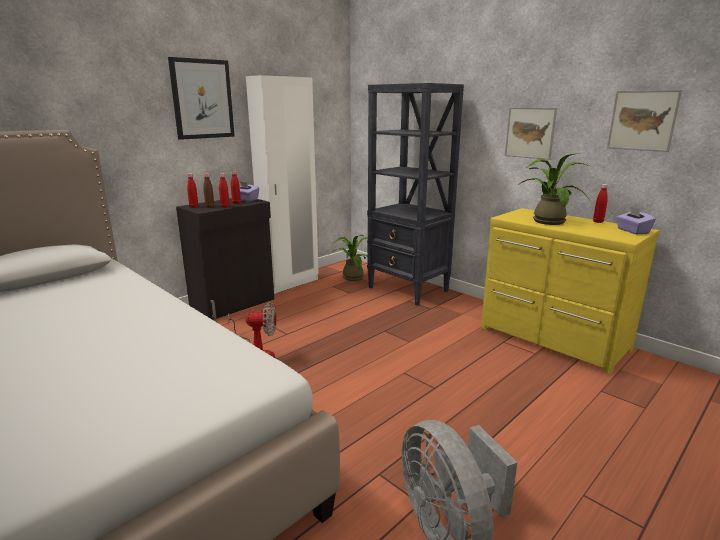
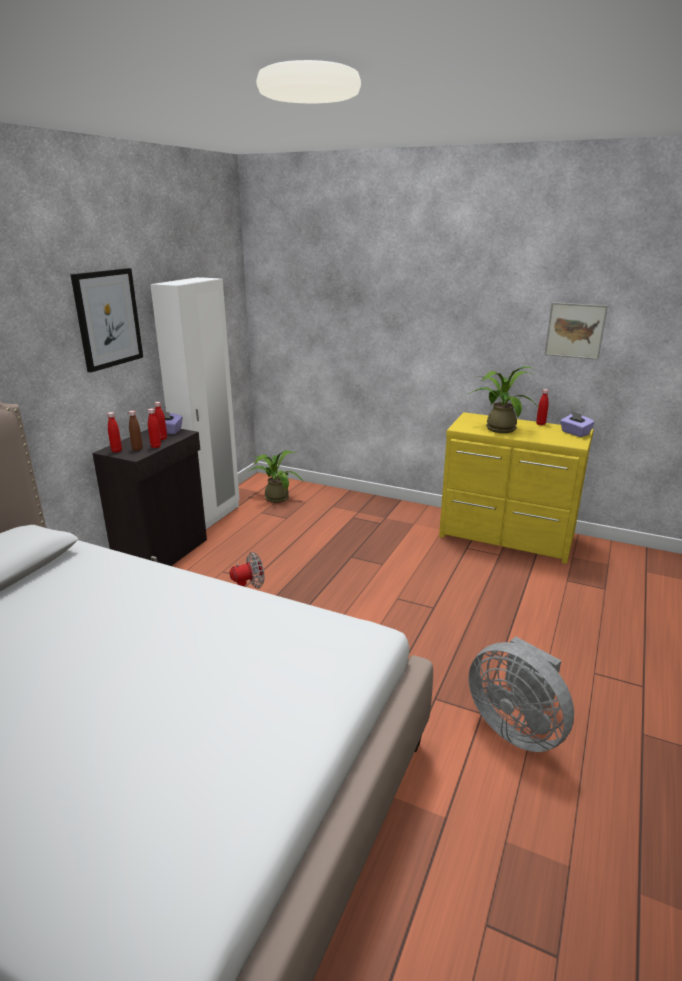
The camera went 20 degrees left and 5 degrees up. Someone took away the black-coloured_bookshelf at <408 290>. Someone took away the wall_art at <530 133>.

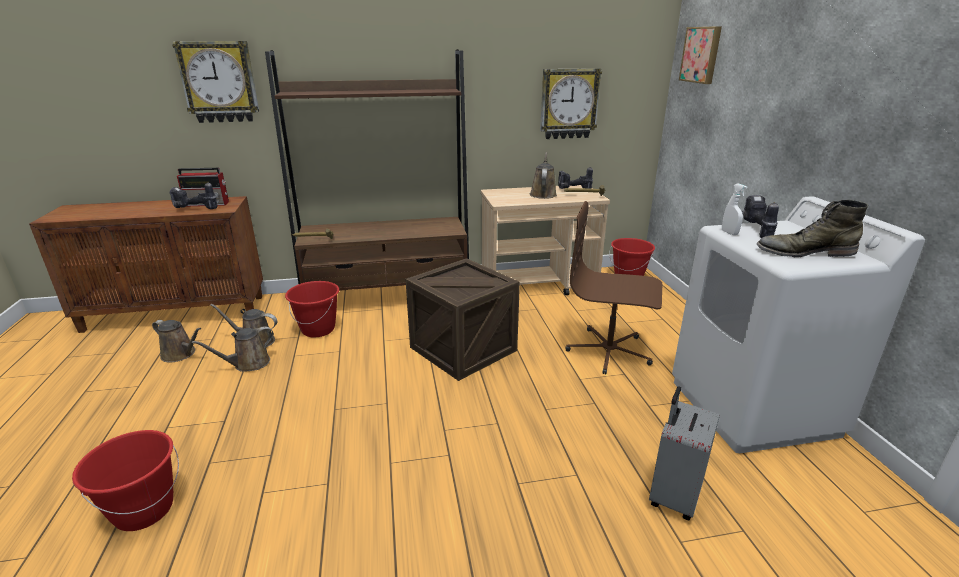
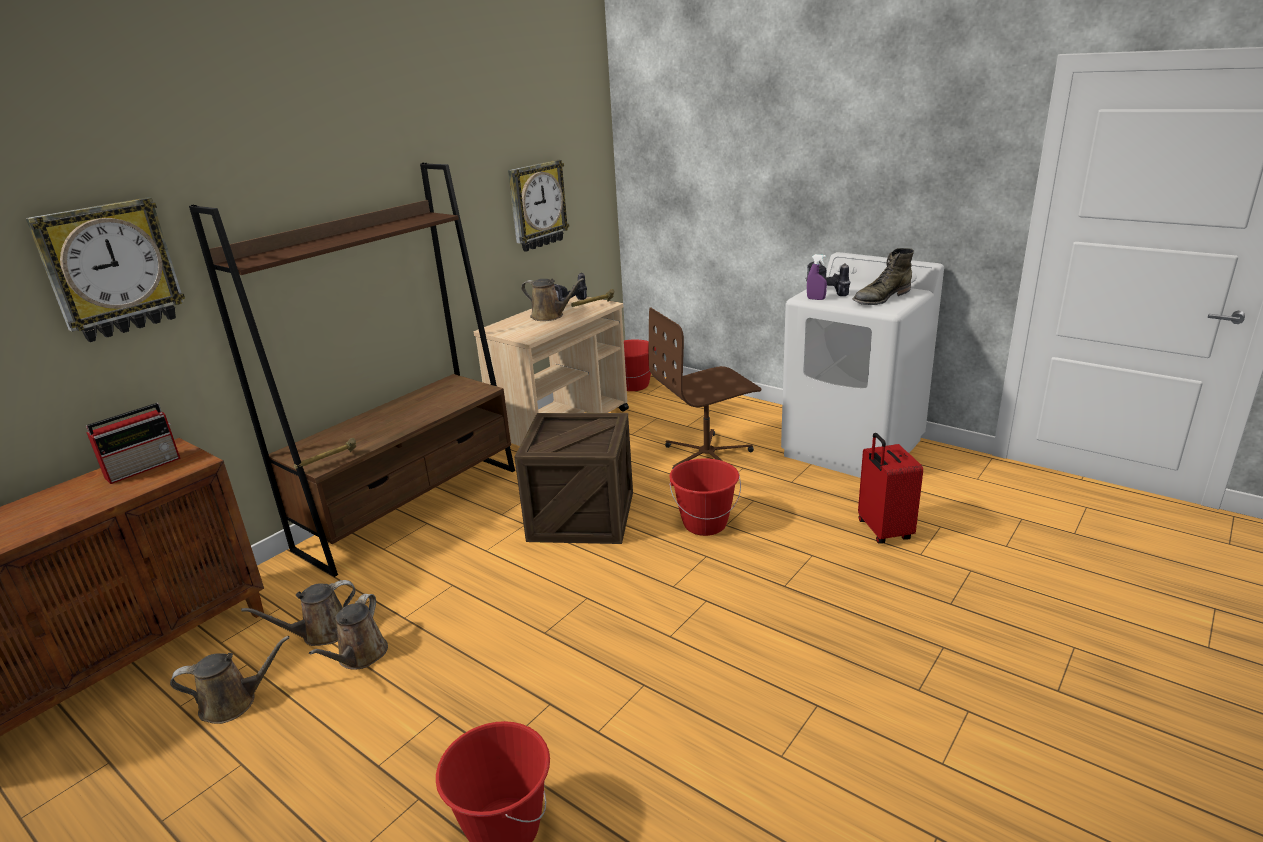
The camera went 40 degrees left and 0 degrees up. Someone rotated the brown_watering_can at <543 194> by 150 degrees clockwise. Someone carried the reddish_pail from <318 329> to <705 524>. Someone repainted the white_hand_sprayer at <729 233>, which became the purple_hand_sprayer at <816 299>. Someone repainted the grey_piece_of_luggage at <673 496>, which became the reddish_piece_of_luggage at <883 531>. Someone took away the electric_drill at <195 209>. Someone took away the wall_art at <701 55>.

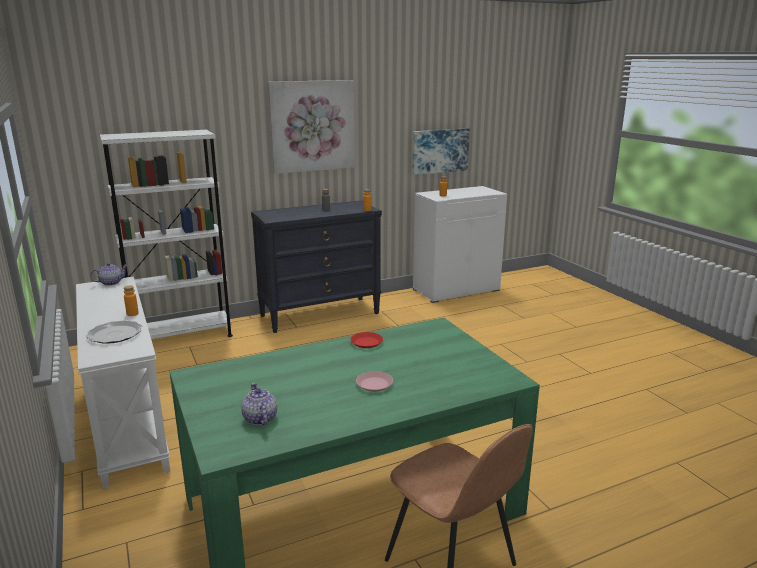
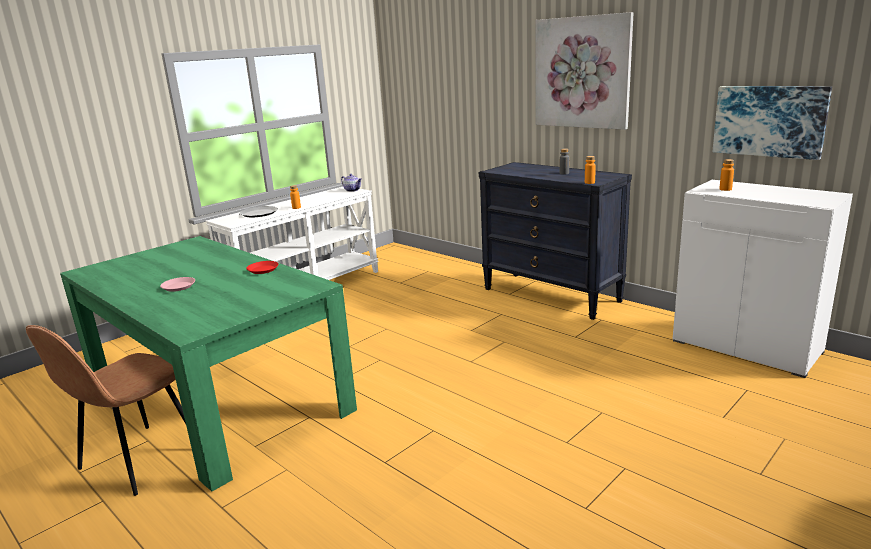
The camera went 70 degrees right and 0 degrees up. Someone took away the white_bookshelf at <182 337>. Someone took away the teapot at <259 419>.

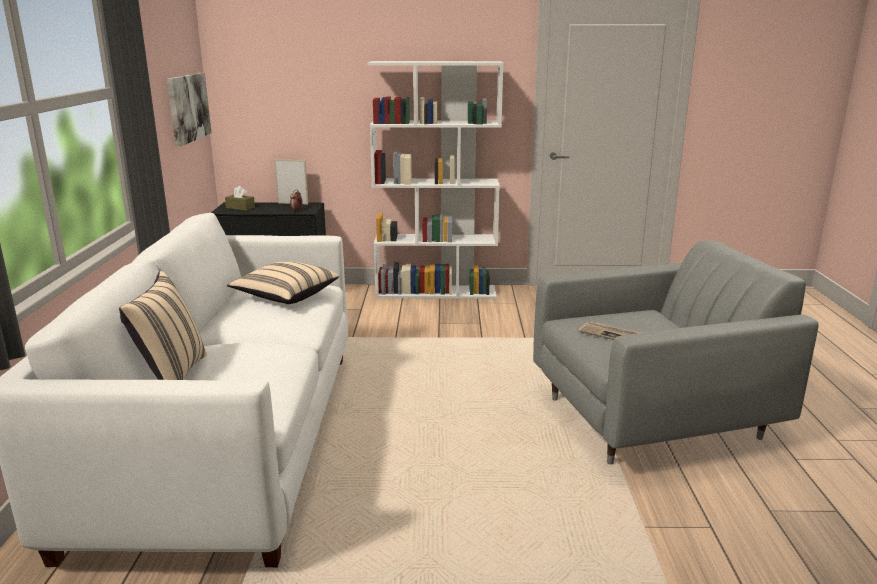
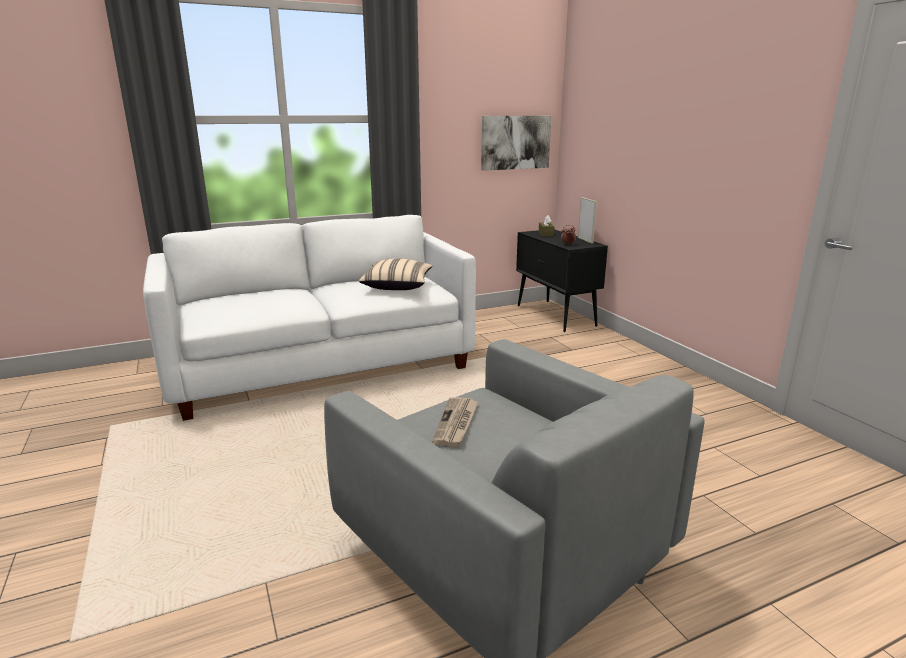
The camera went 65 degrees right and 0 degrees up. Someone took away the beige_pillow at <171 377>. Someone took away the white_bookshelf at <436 292>.

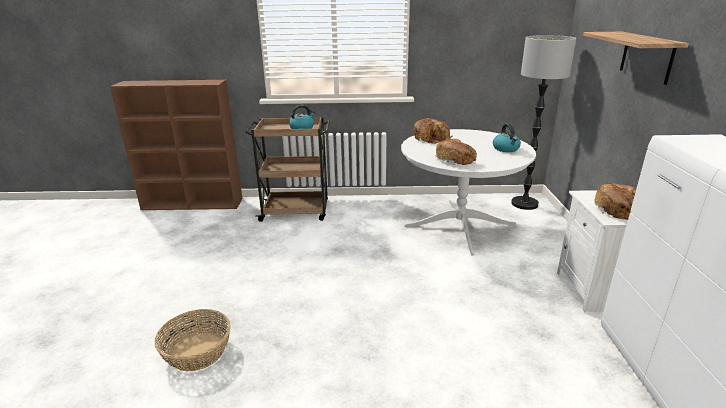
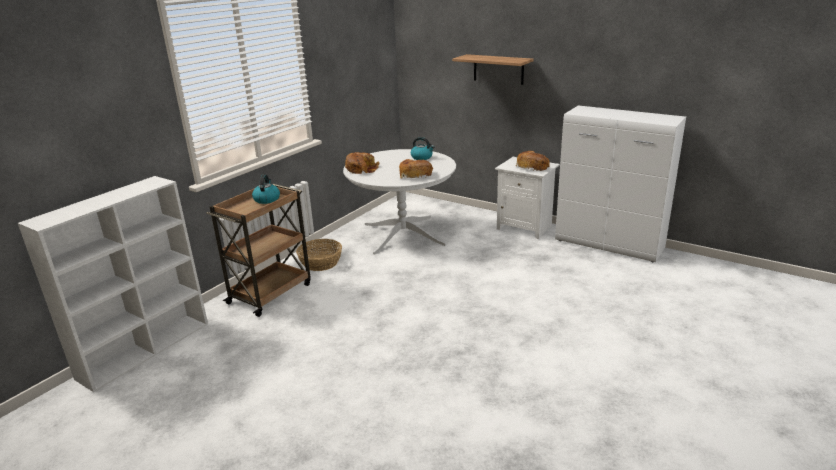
The camera went 55 degrees left and 0 degrees up. Someone repainted the brown_bookshelf at <194 204>, which became the white_bookshelf at <146 349>. Someone carried the basket from <198 351> to <321 263>. Someone took away the floor_lamp at <524 204>.

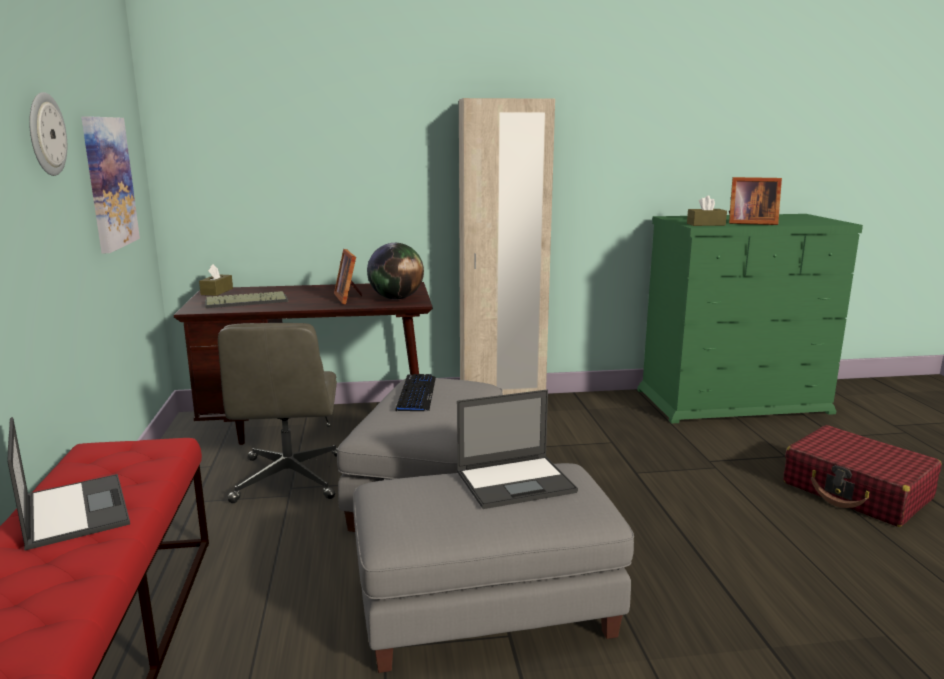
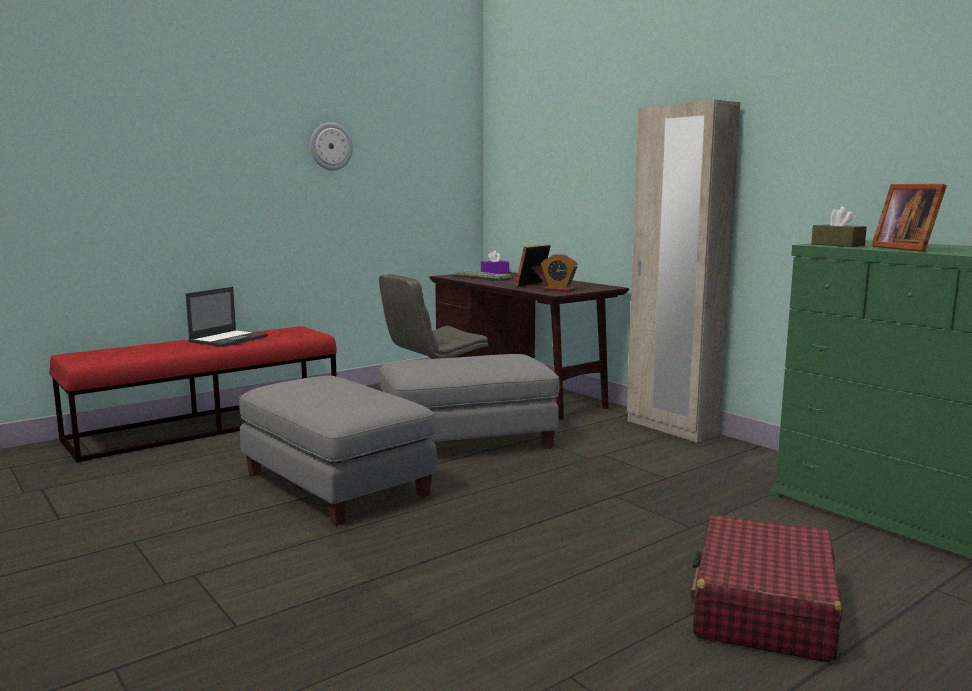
The camera went 60 degrees right and 5 degrees down. Someone repainted the brown_tissue_box at <217 291>, which became the purple_tissue_box at <495 272>. Someone swapped the globe at <396 298> for the alarm_clock at <558 290>. Someone took away the wall_art at <109 183>. Someone took away the PC_keyboard at <416 394>. Someone took away the notebook_computer at <516 481>.

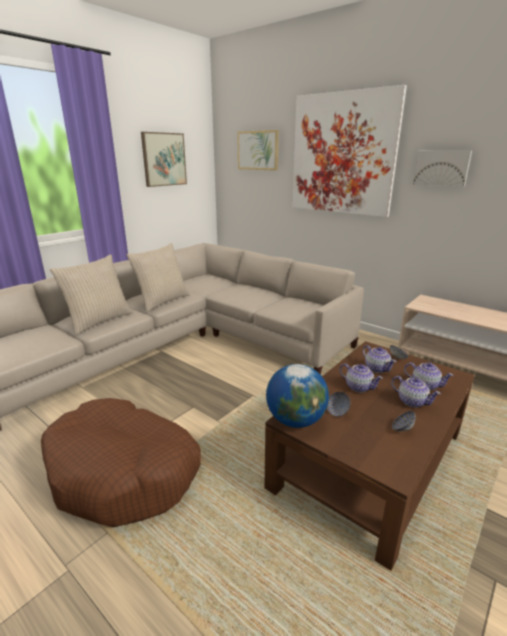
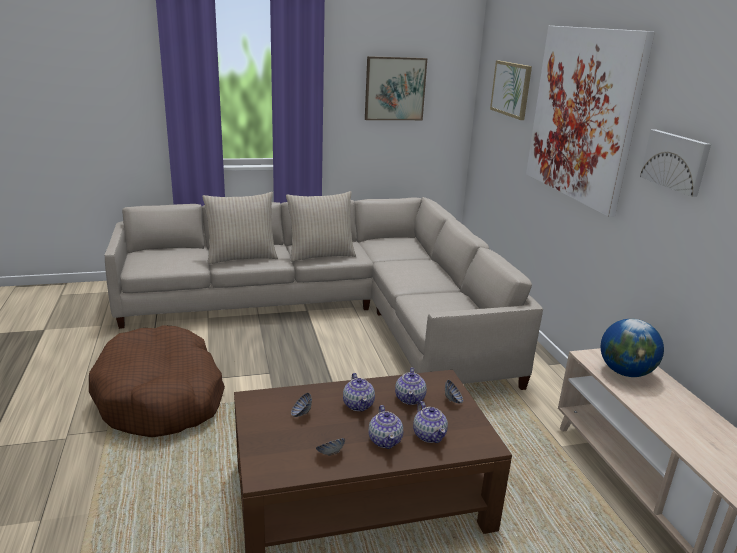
The camera went 35 degrees right and 0 degrees up. Someone carried the globe from <296 420> to <625 372>.

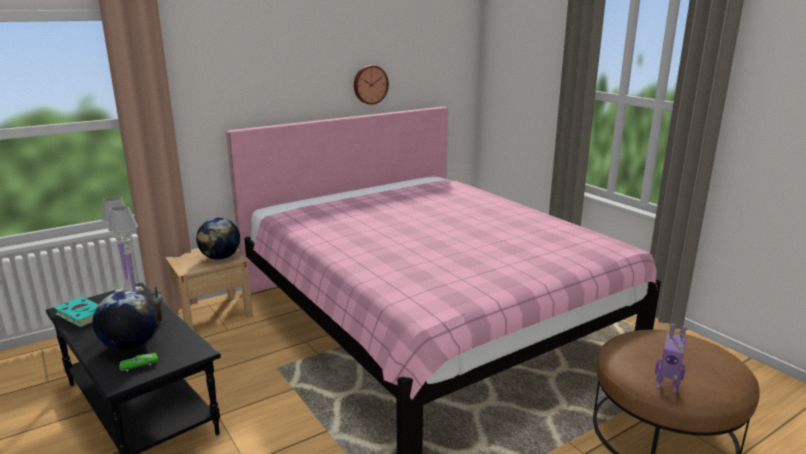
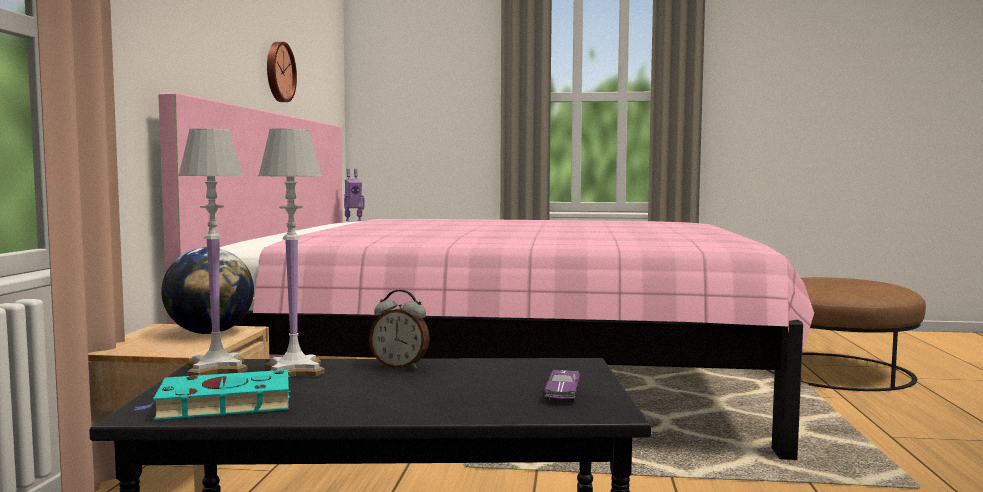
The camera went 50 degrees left and 15 degrees down. Someone carried the toy_robot from <667 386> to <353 220>. Someone repainted the green_toy_car at <139 365>, which became the purple_toy_car at <562 394>. Someone took away the globe at <130 346>.

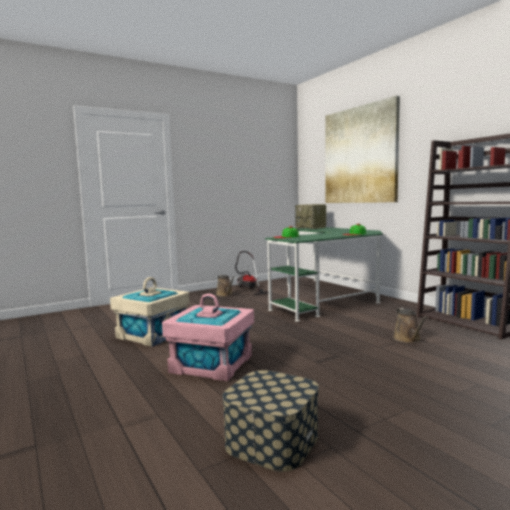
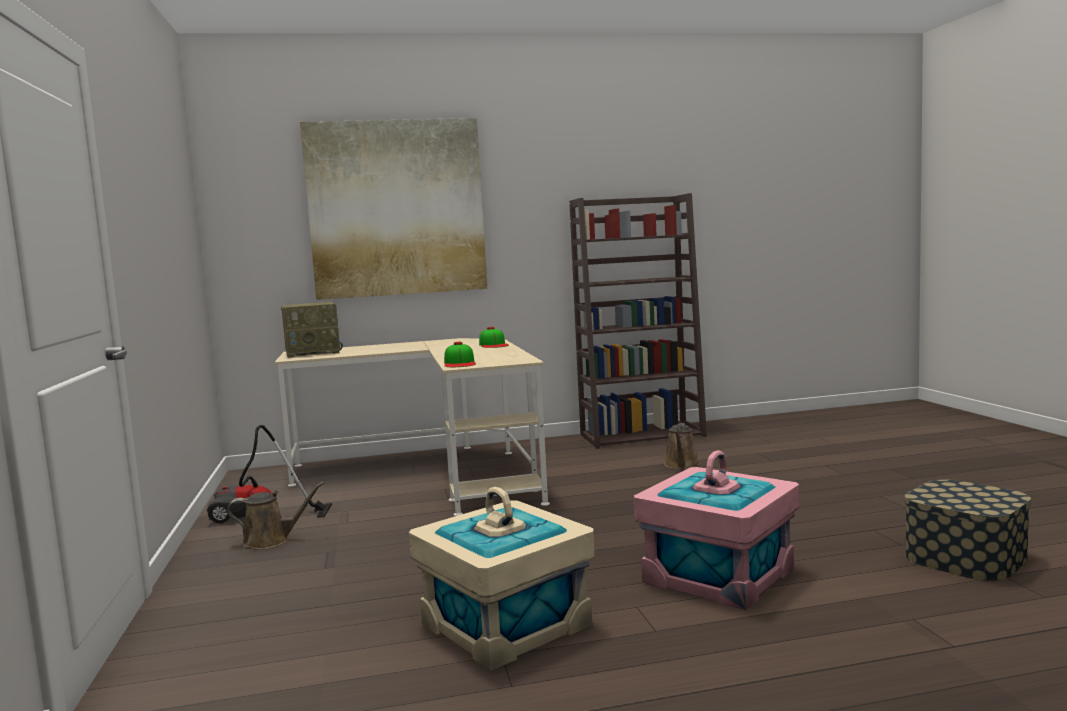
The camera went 70 degrees left and 0 degrees up. Someone repainted the green_desk_table at <327 297>, which became the beige_desk_table at <432 472>. Someone rotated the brown_watering_can at <408 339> by 90 degrees clockwise.

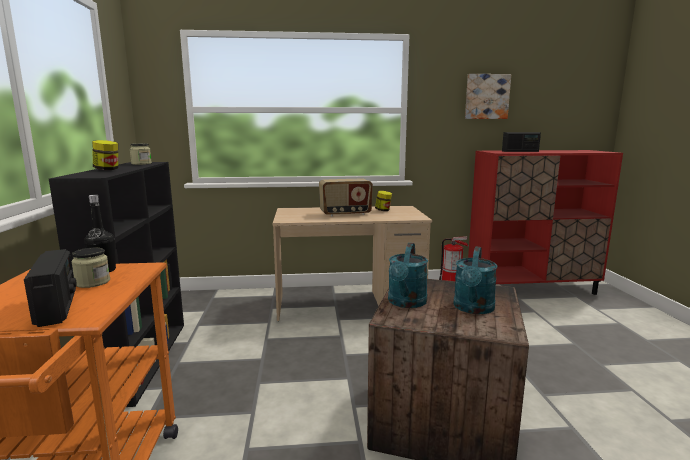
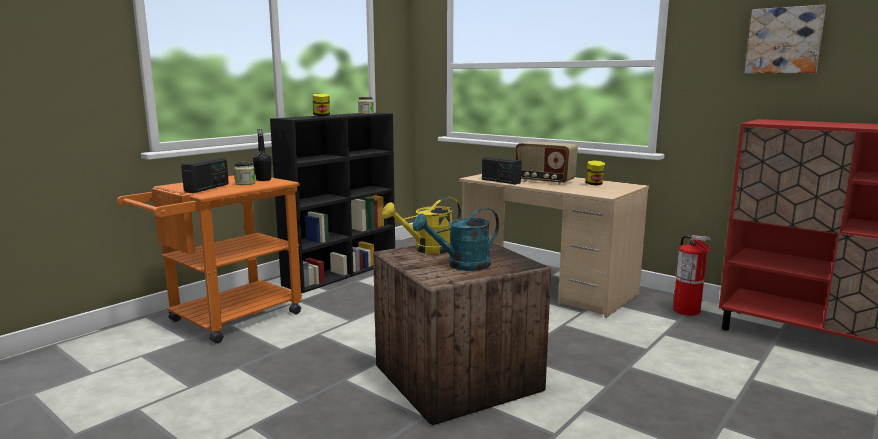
The camera went 45 degrees right and 0 degrees up. Someone repainted the blue-green_watering_can at <406 303>, which became the yellowish_watering_can at <427 250>. Someone carried the radio_receiver from <520 151> to <500 181>.

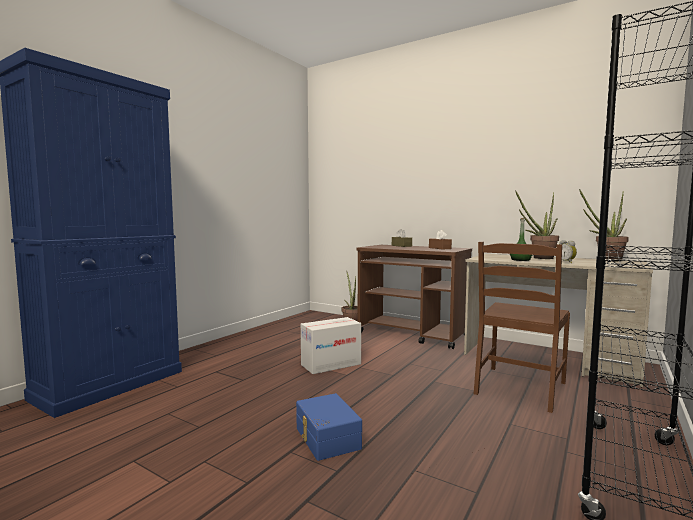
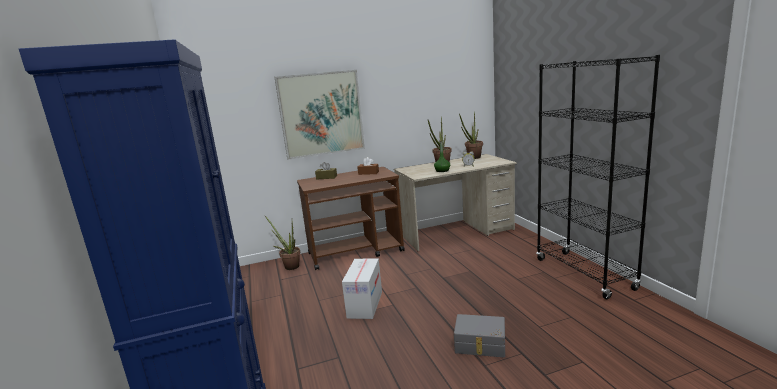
The camera went 50 degrees left and 10 degrees up. Someone put up the wall_art at <321 114>. Someone repainted the blue_storage_box at <326 438>, which became the grey_storage_box at <480 345>. Someone took away the brown_upright_chair at <519 388>.

